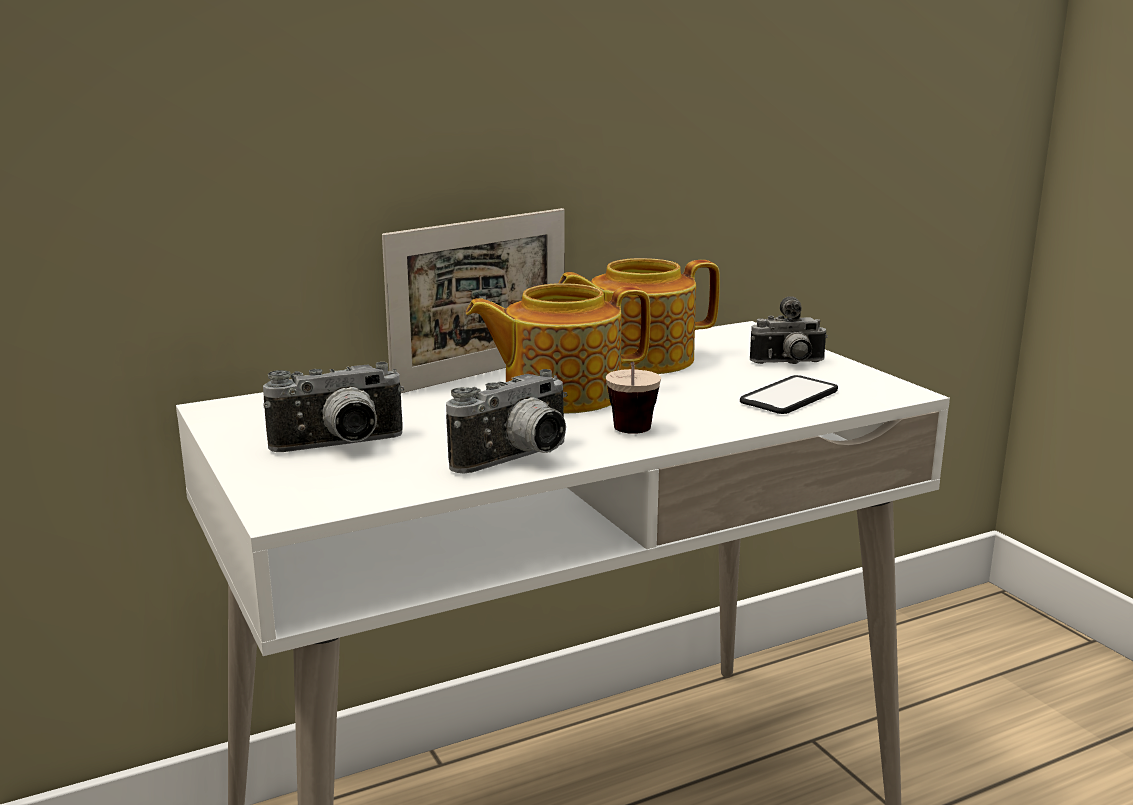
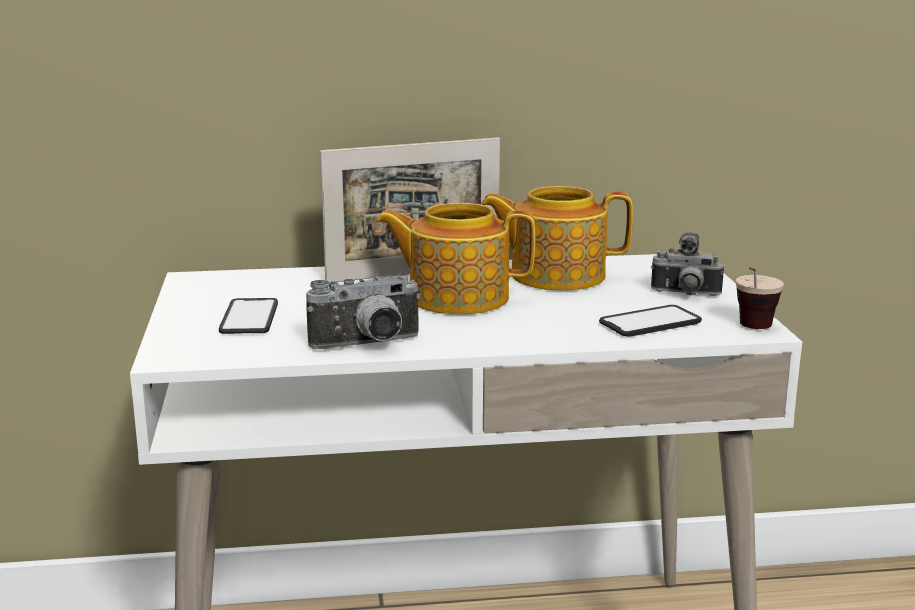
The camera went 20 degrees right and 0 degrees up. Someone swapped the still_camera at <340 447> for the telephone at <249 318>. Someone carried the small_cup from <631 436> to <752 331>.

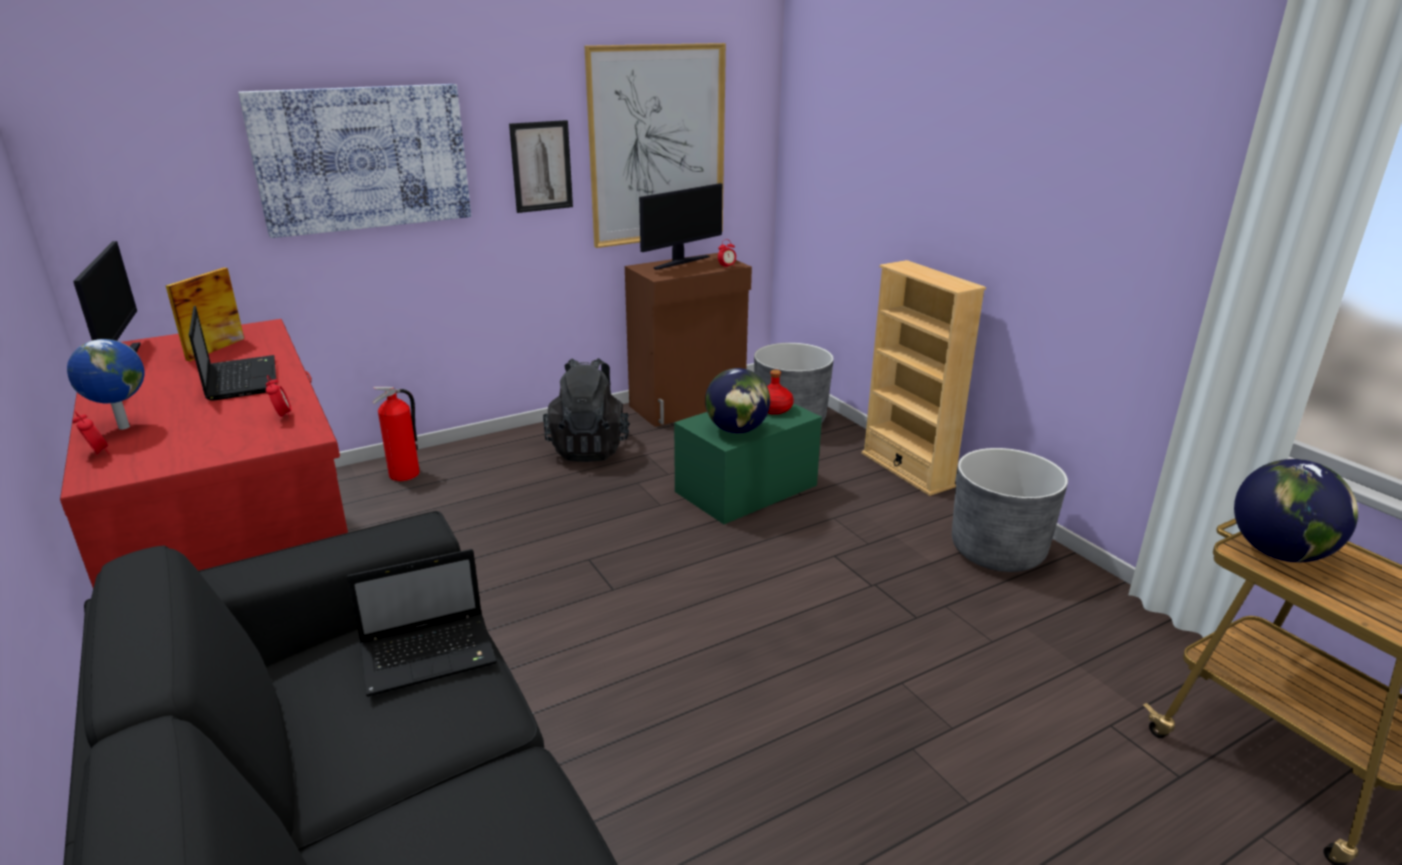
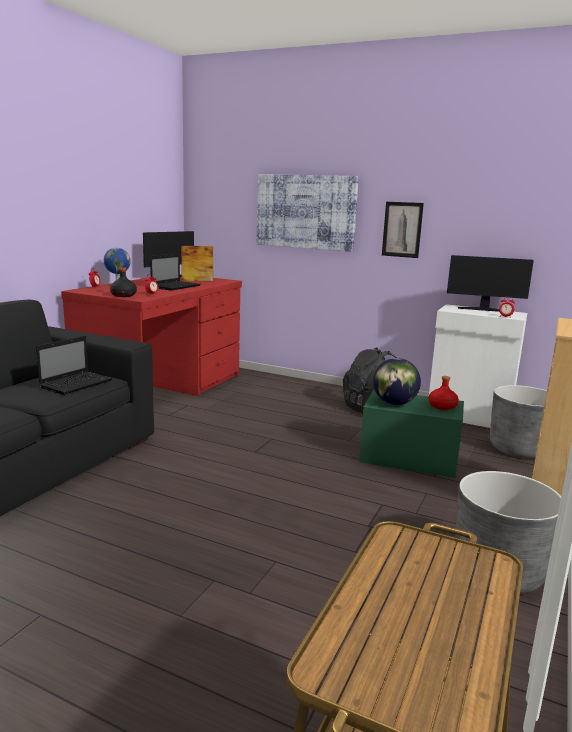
The camera went 55 degrees right and 10 degrees down. Someone rotated the notebook_computer at <431 654> by 90 degrees counterclockwise. Someone put down the black-coloured_bottle at <123 295>. Someone repainted the brown_cupboard at <689 406>, which became the white_cupboard at <469 417>. Someone took away the fire_extinguisher at <405 474>. Someone took away the wall_art at <657 145>. Someone took away the globe at <1278 553>.

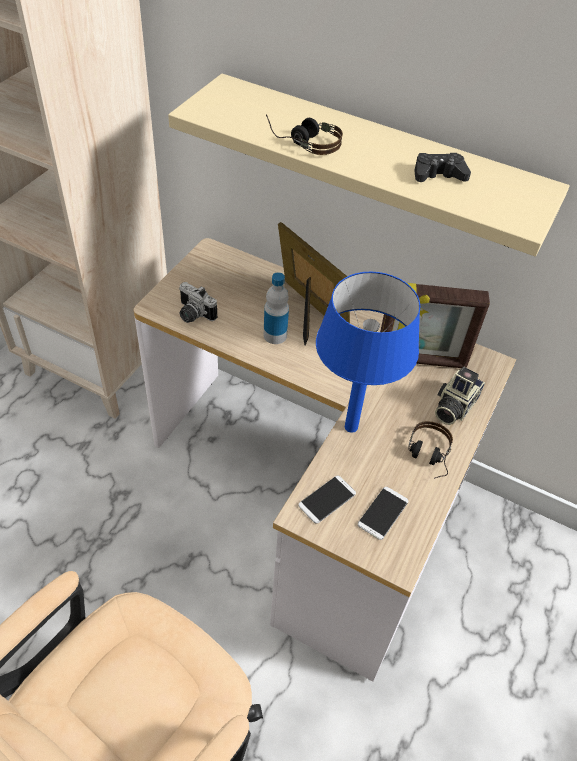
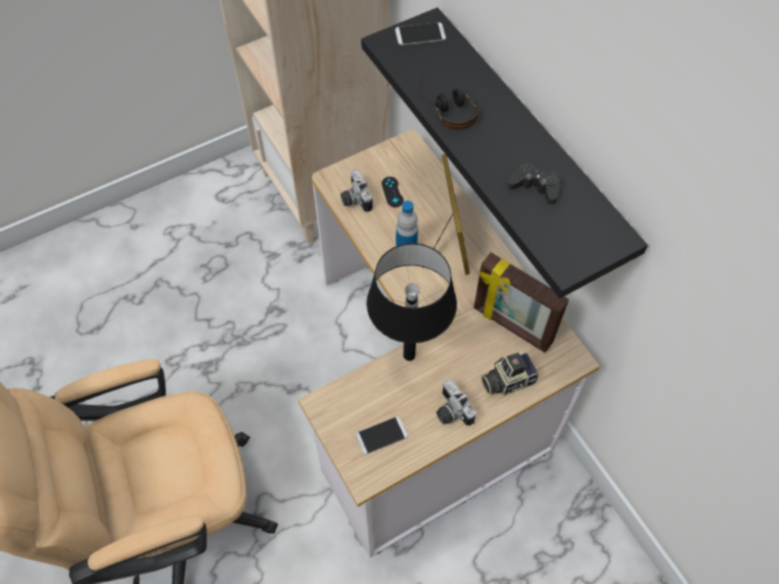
The camera went 35 degrees right and 10 degrees up. Someone repainted the beige_wall_shelf at <377 162>, which became the black-coloured_wall_shelf at <527 141>. Someone repainted the blue_lamp_for_a_table at <351 426>, which became the black-coloured_lamp_for_a_table at <410 355>. Someone put down the black-coloured_joypad at <392 192>. Someone carried the telephone from <327 499> to <420 34>. Someone swapped the pair_of_headphones at <427 458> for the still_camera at <450 411>.

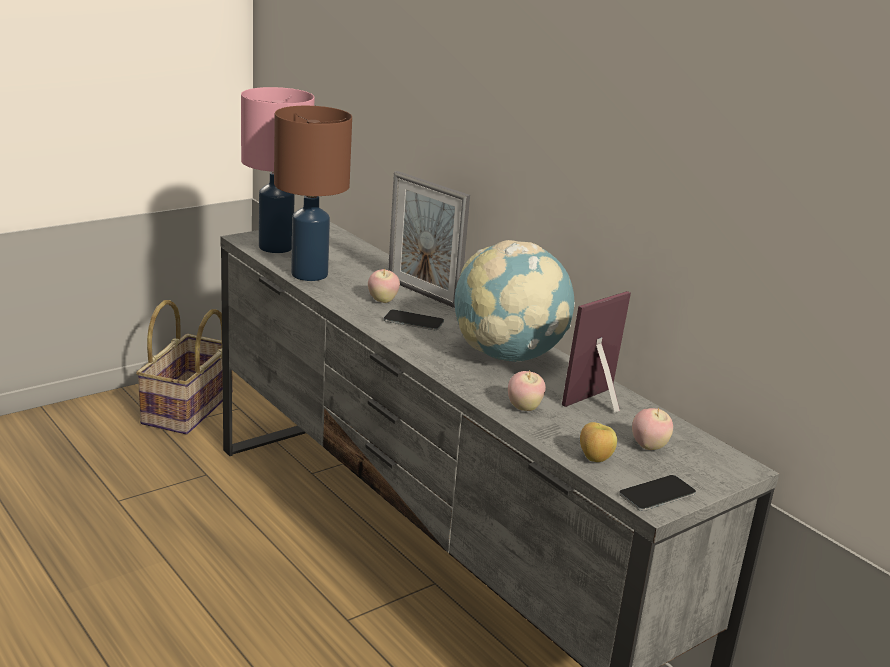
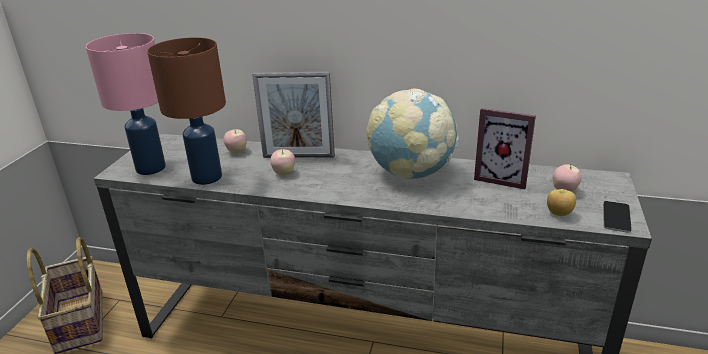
The camera went 35 degrees left and 5 degrees up. Someone carried the apple from <524 408> to <237 151>. Someone rotated the photo_frame at <601 404> by 75 degrees counterclockwise. Someone took away the telephone at <413 321>.

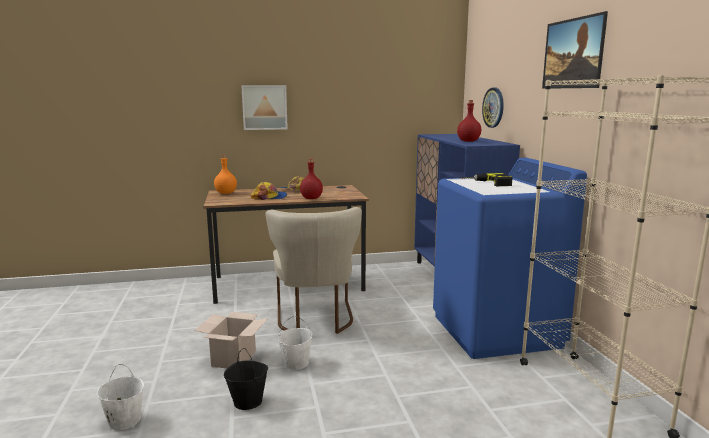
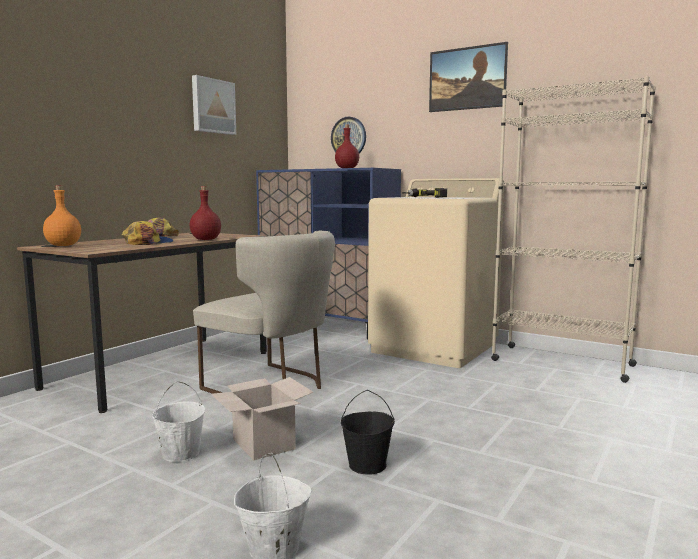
The camera went 45 degrees left and 5 degrees down. Someone carried the white_pail from <296 363> to <180 453>. Someone carried the wall_art from <264 107> to <212 106>. Someone repainted the blue_laundry_appliance at <496 331>, which became the beige_laundry_appliance at <434 348>.

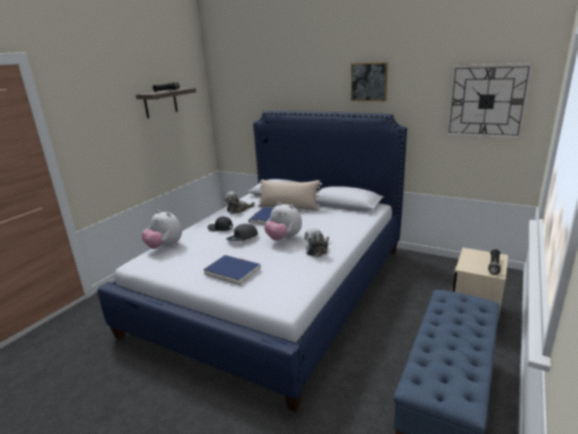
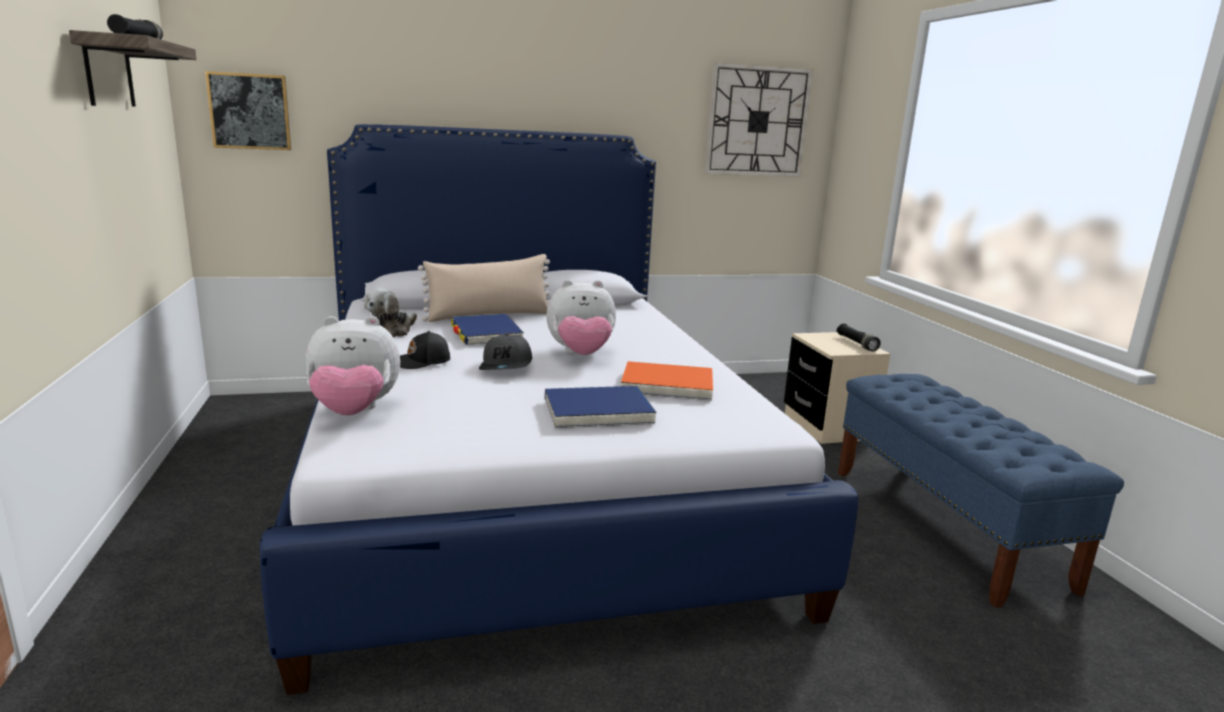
The camera went 45 degrees left and 5 degrees down. Someone carried the wall_art from <369 82> to <250 111>. Someone put down the orange_bound_book at <667 385>. Someone took away the plush_toy at <317 250>.

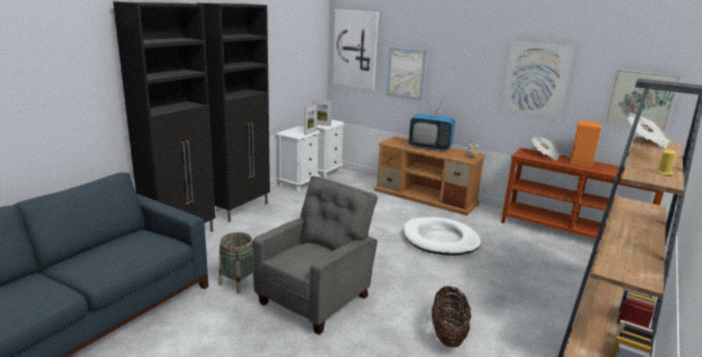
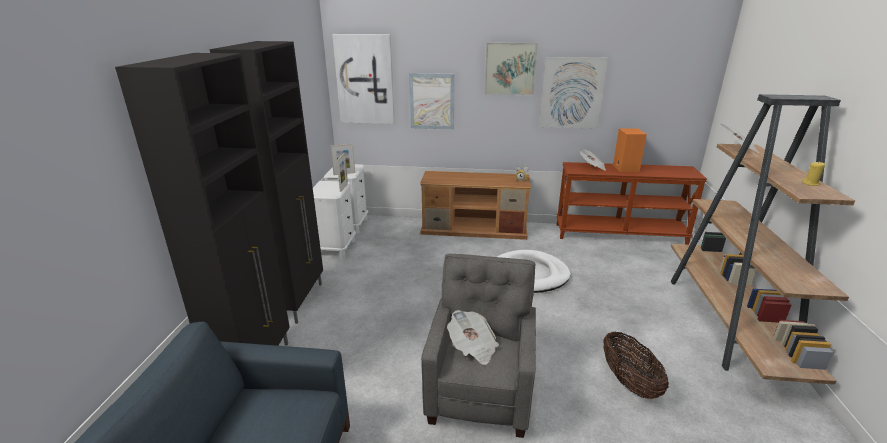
The camera went 25 degrees left and 5 degrees up. Someone put down the printed_paper at <473 347>. Someone carried the wall_art from <641 99> to <510 69>. Someone took away the basket at <238 283>. Someone took away the TV at <430 147>.

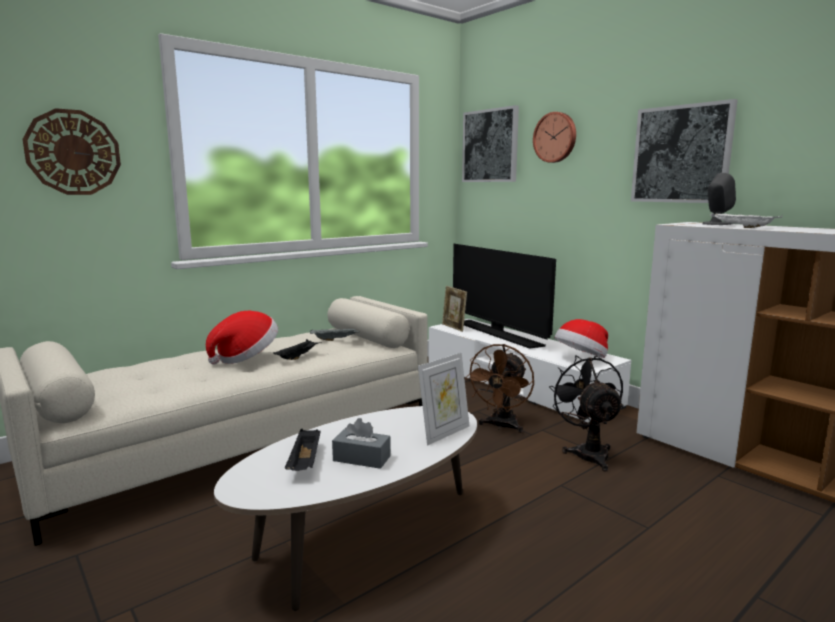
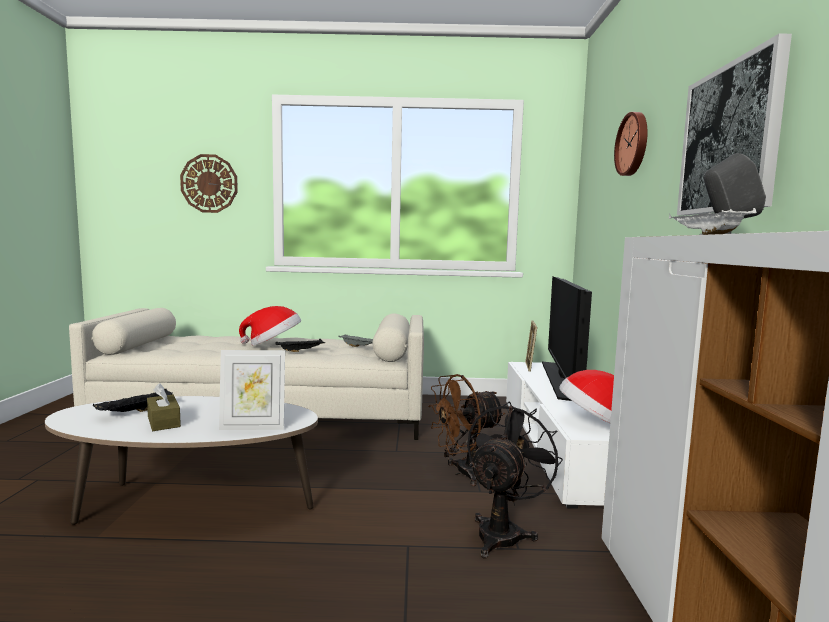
The camera went 40 degrees right and 5 degrees down. Someone repainted the grey_tissue_box at <361 458>, which became the brown_tissue_box at <163 421>. Someone took away the wall_art at <490 146>.

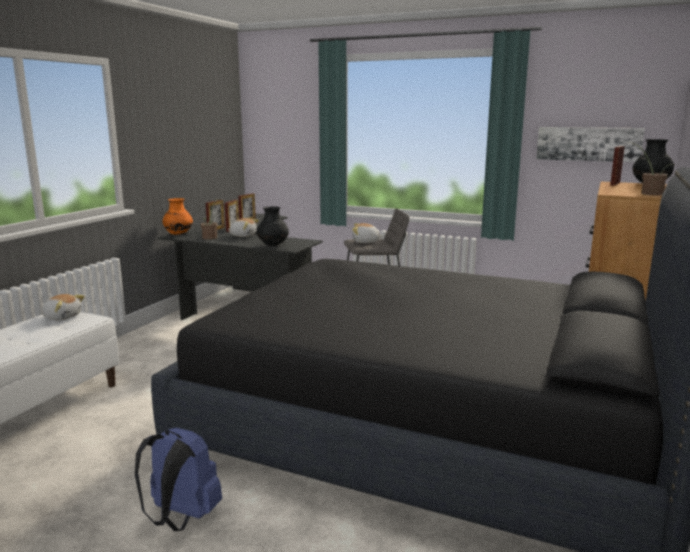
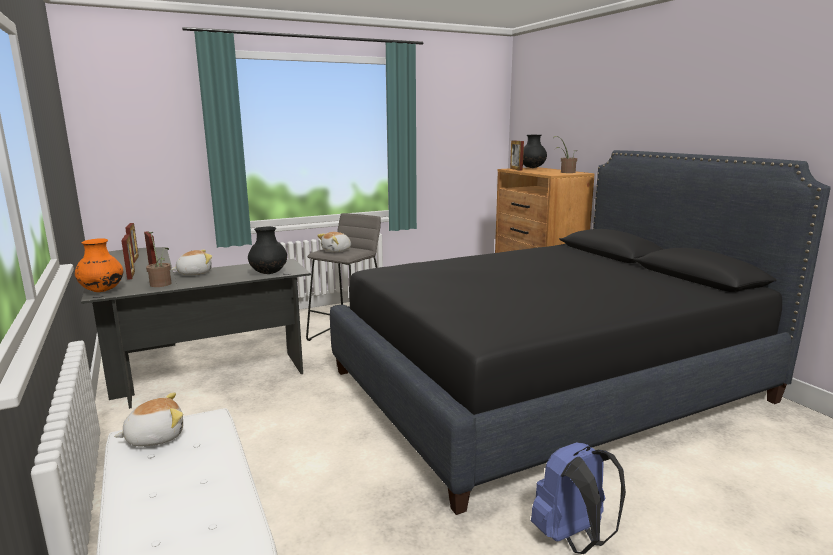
The camera went 50 degrees left and 0 degrees up. Someone took away the wall_art at <588 144>.

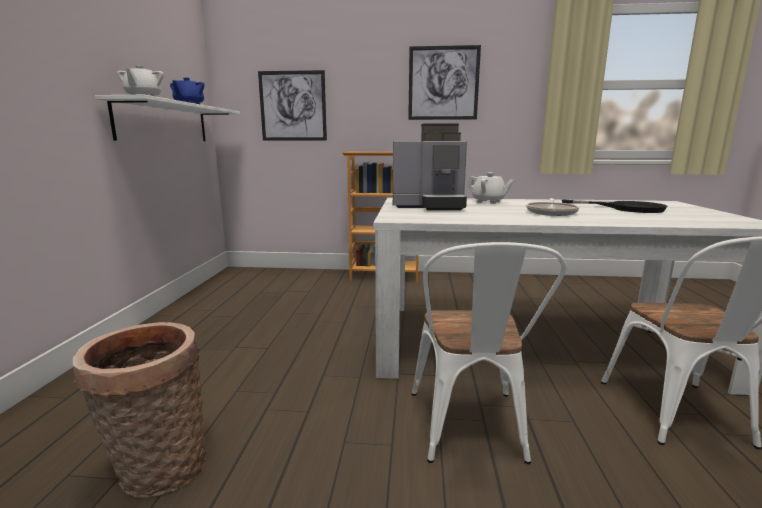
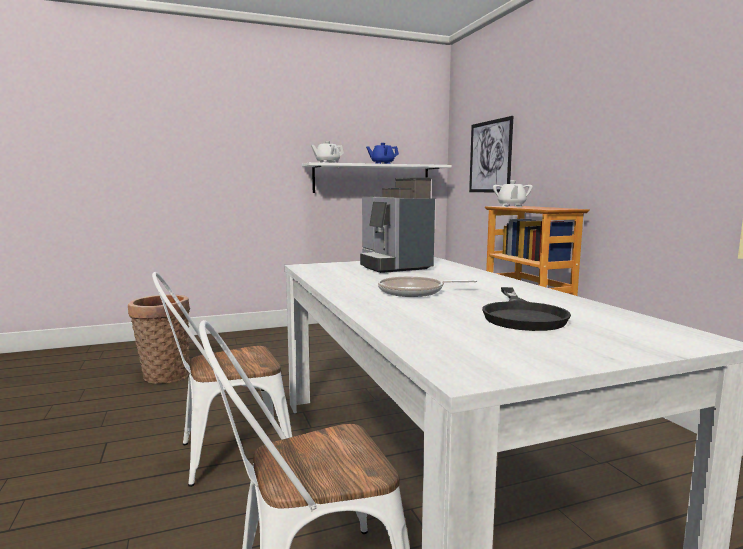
The camera went 65 degrees right and 5 degrees down. Someone carried the white_teapot from <488 202> to <511 206>. Someone took away the wall_art at <443 83>.

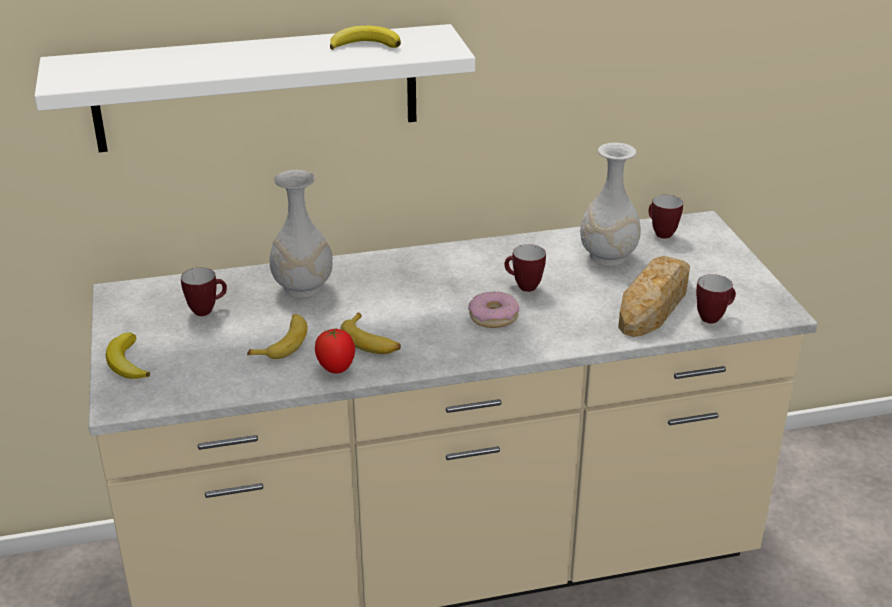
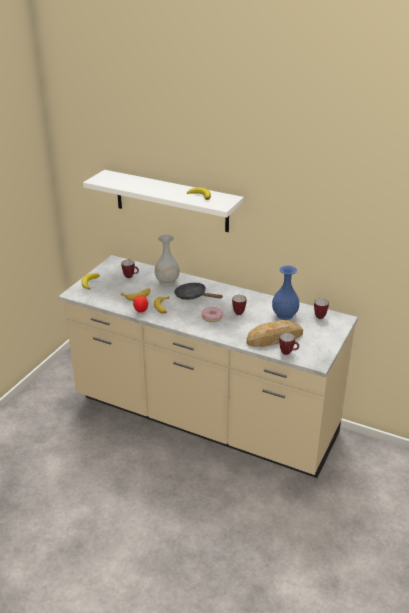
The camera went 40 degrees right and 0 degrees up. Someone put down the black-coloured_pan at <193 296>. Someone repainted the white_vase at <607 256>, which became the blue_vase at <284 315>.

